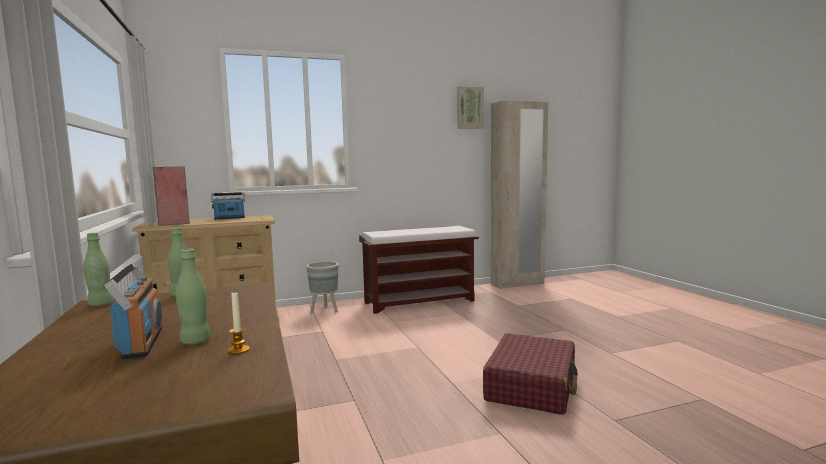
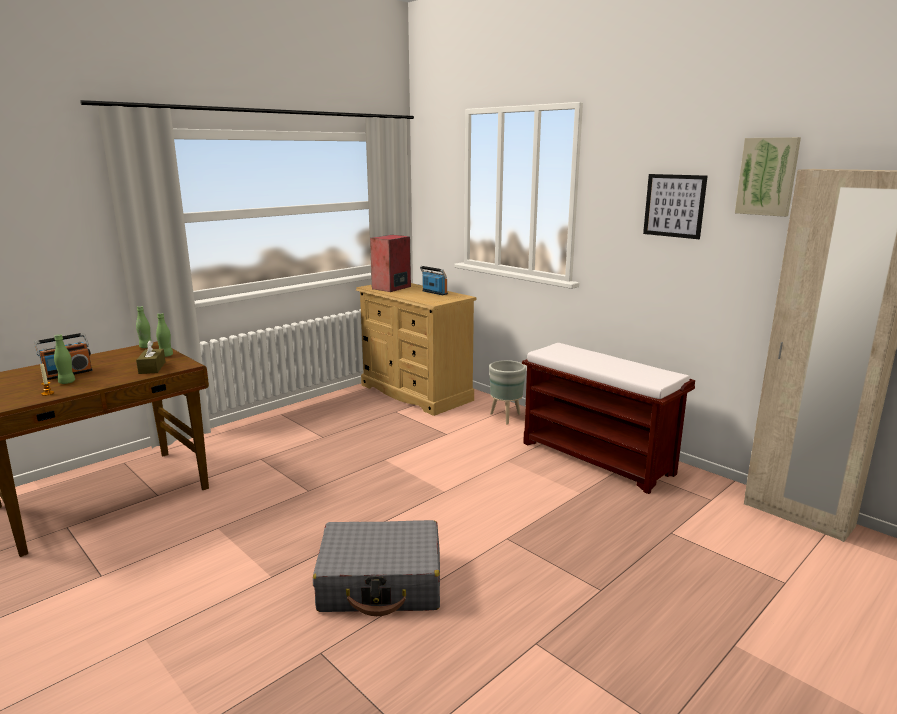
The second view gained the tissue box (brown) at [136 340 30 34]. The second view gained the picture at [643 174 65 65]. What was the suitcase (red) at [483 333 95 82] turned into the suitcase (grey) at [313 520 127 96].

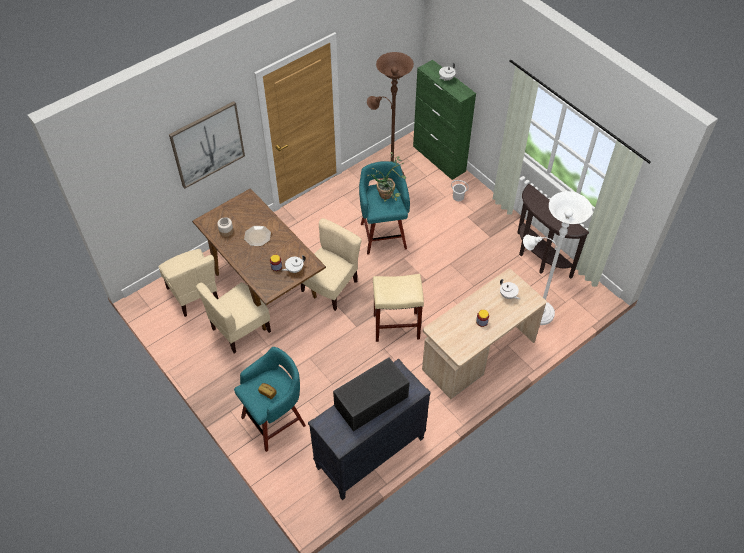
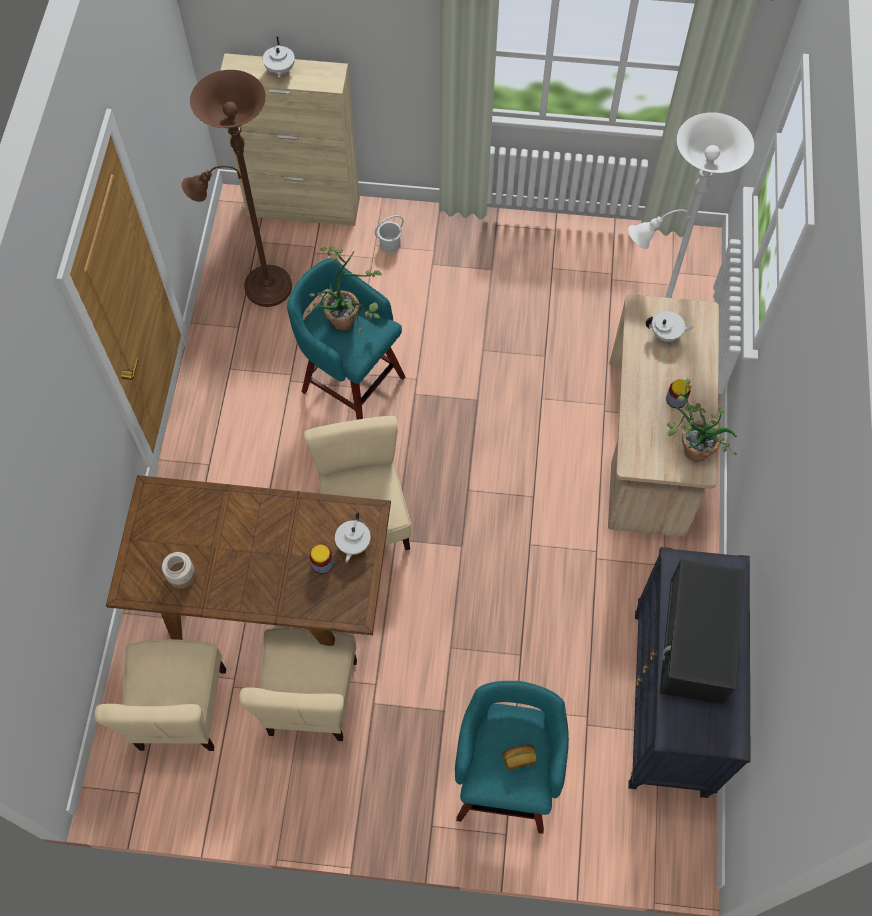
The second view lost the picture at [169 101 76 88]. The second view lost the plate at [244 226 27 20]. The second view lost the stool (beige) at [373 274 51 68]. The second view lost the console table (brown) at [517 184 72 95]. The second view gained the potted plant at [667 379 70 83]. What was the cabinet (green) at [413 60 63 120] turned into the cabinet (beige) at [220 53 140 173]. The chair (beige) at [158 249 61 68] ended up facing another way, 75 degrees clockwise from before.

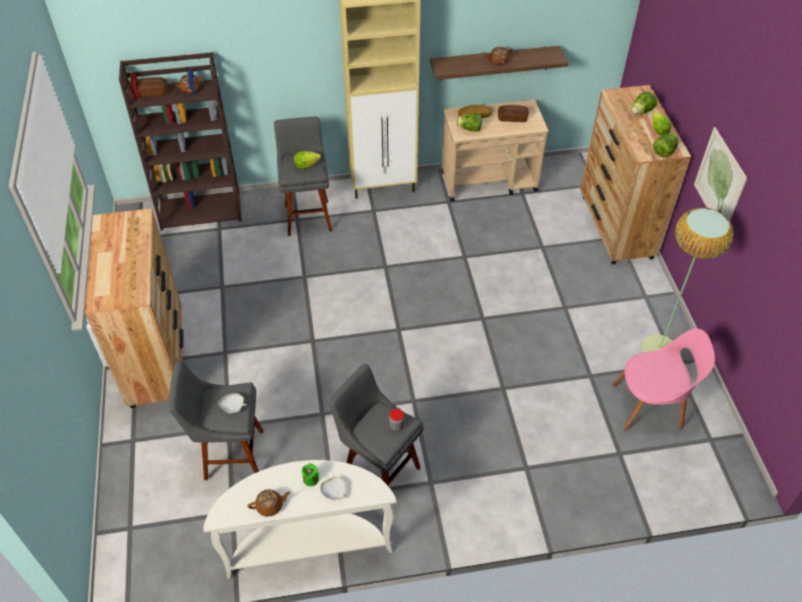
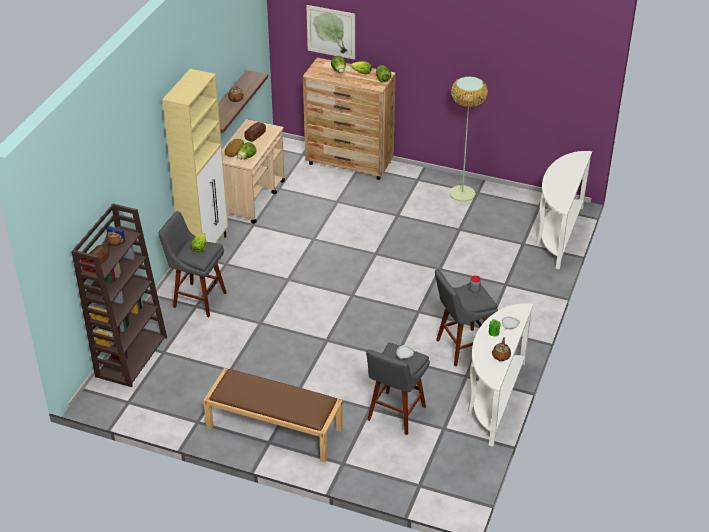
The second view lost the chair (pink) at [612 328 103 103]. The second view gained the console table (white) at [536 151 56 118]. The picture ended up elsewhere, having gone from [694 127 53 94] to [306 5 49 55]. Where the dresser (brown) stood at [85 208 99 200], the bench (brown) came to stand at [203 368 140 94].

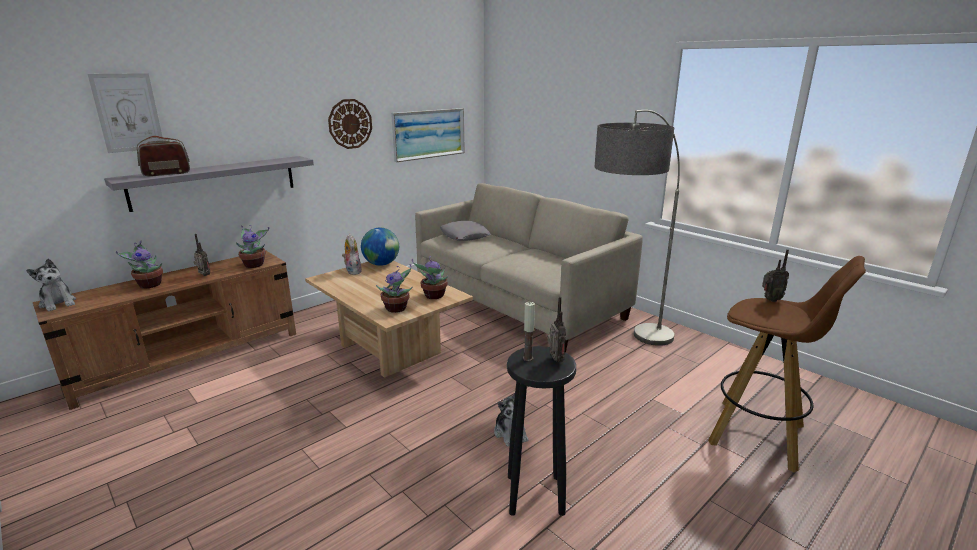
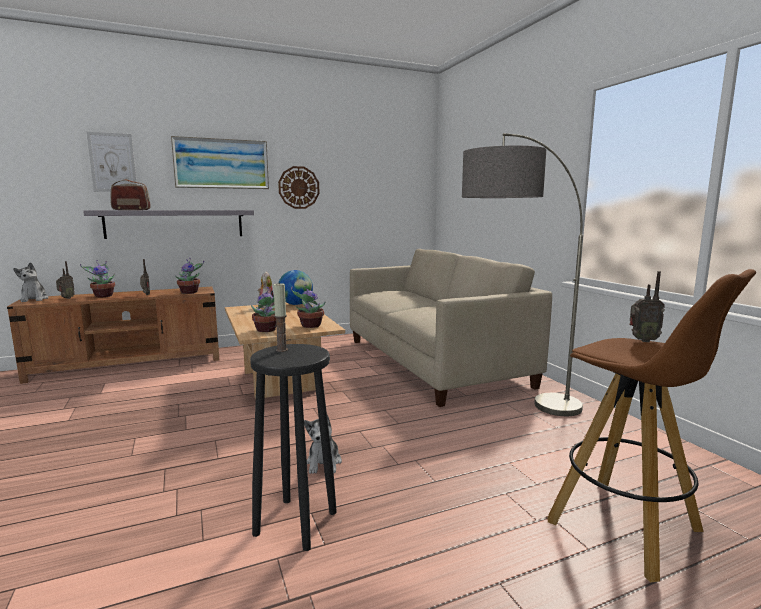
The second view lost the pillow (grey) at [440 221 51 20]. The picture ended up elsewhere, having gone from [391 108 74 54] to [171 136 98 53]. The radio ended up elsewhere, having gone from [547 297 19 65] to [56 261 19 38].

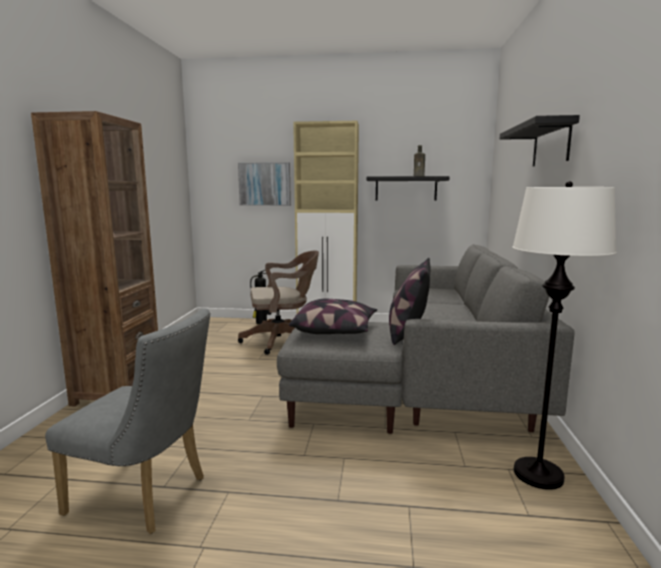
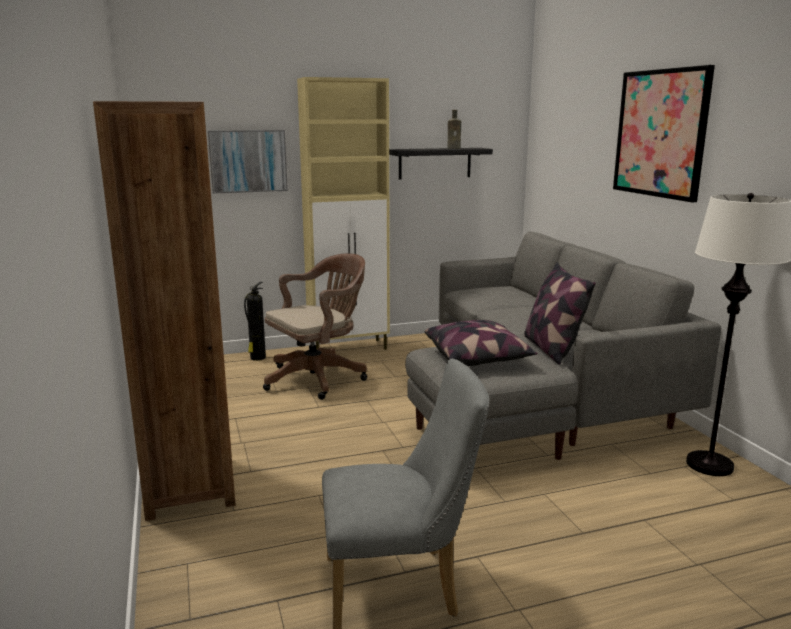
Where the shelf (black) hung at [500 115 80 51], the picture came to hang at [613 65 102 137].

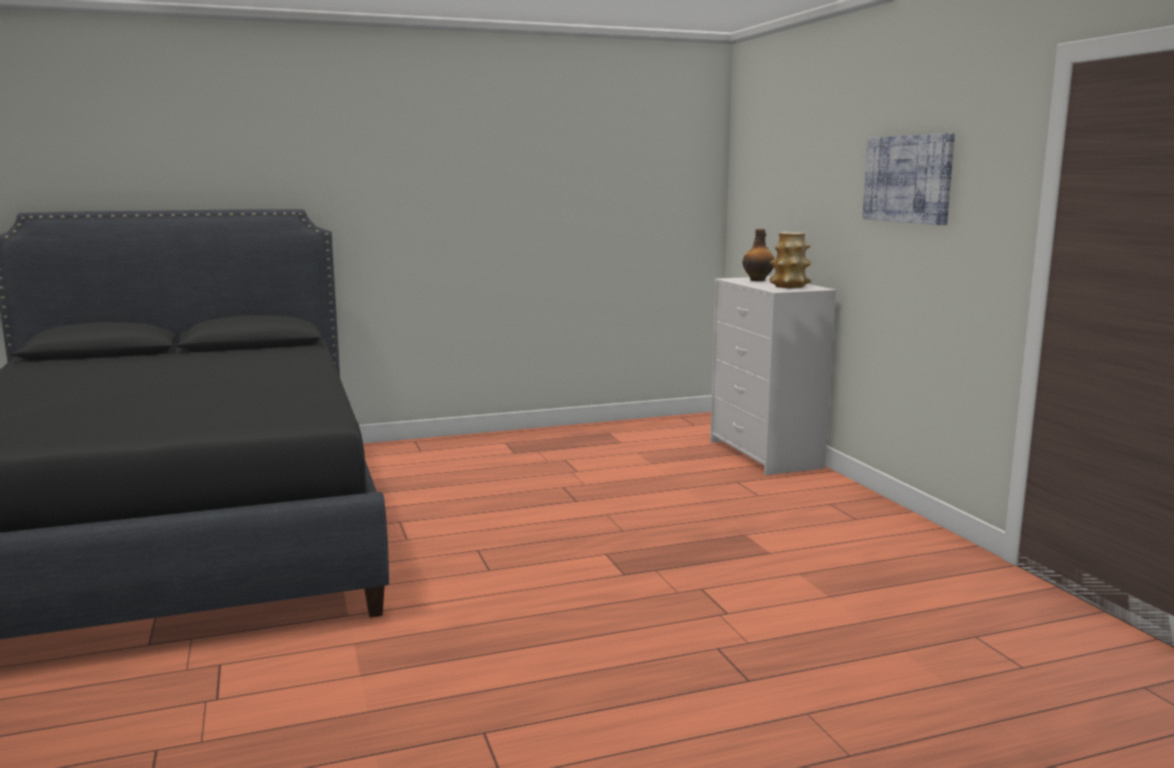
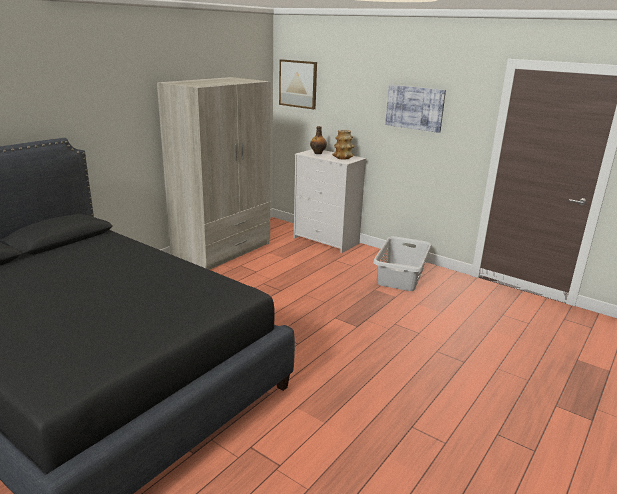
The second view gained the wardrobe (beige) at [157 77 113 193]. The second view gained the picture at [279 59 38 51]. The second view gained the laundry basket (grey) at [373 236 58 55].

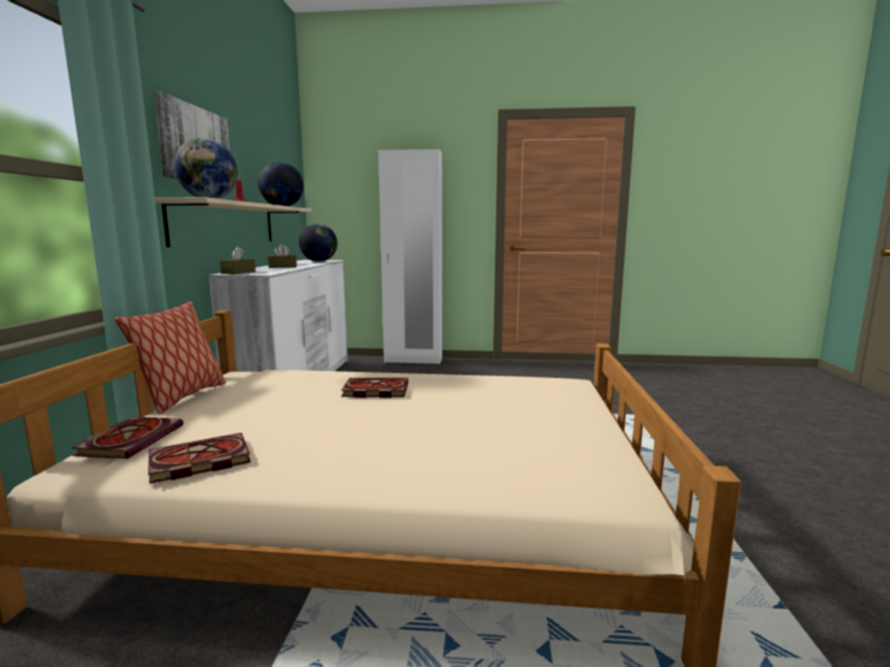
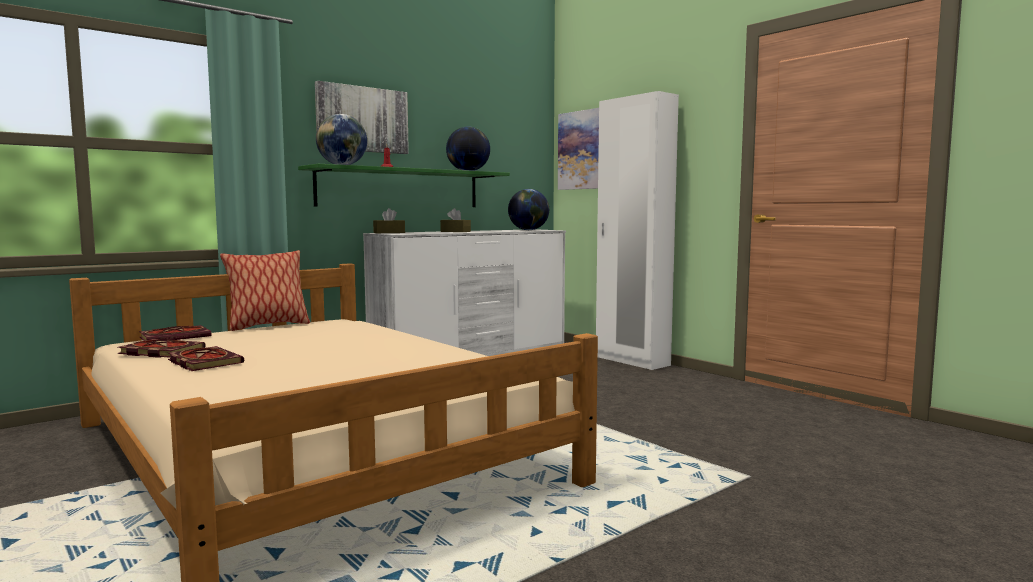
The second view gained the picture at [558 108 41 82]. The book ended up elsewhere, having gone from [341 378 67 20] to [168 346 76 25]. What was the shelf (beige) at [155 197 157 50] turned into the shelf (green) at [298 164 212 43].

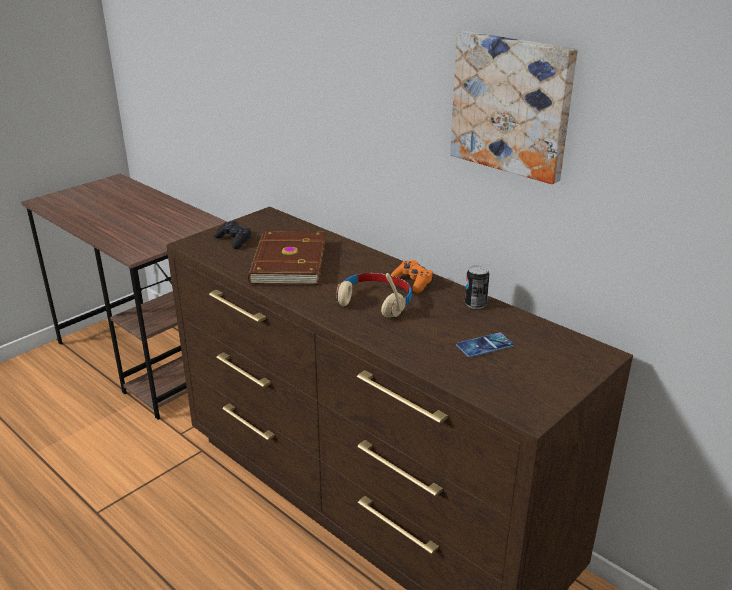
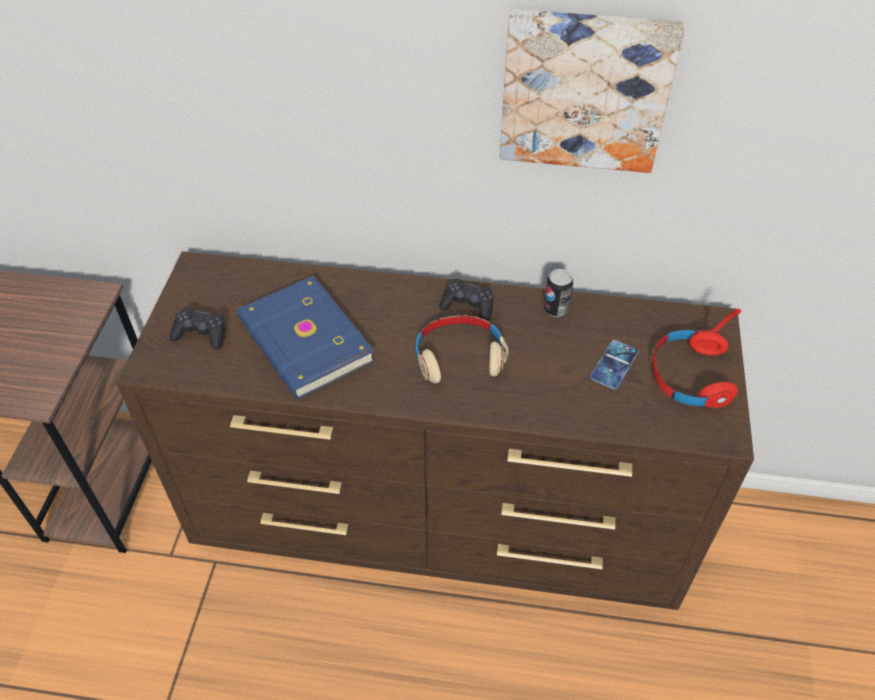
The second view gained the headphones (red) at [652 309 89 99]. What was the book (brown) at [248 231 77 54] turned into the book (blue) at [237 276 138 123]. What was the game controller (orange) at [391 260 43 33] turned into the game controller (black) at [439 279 55 42].

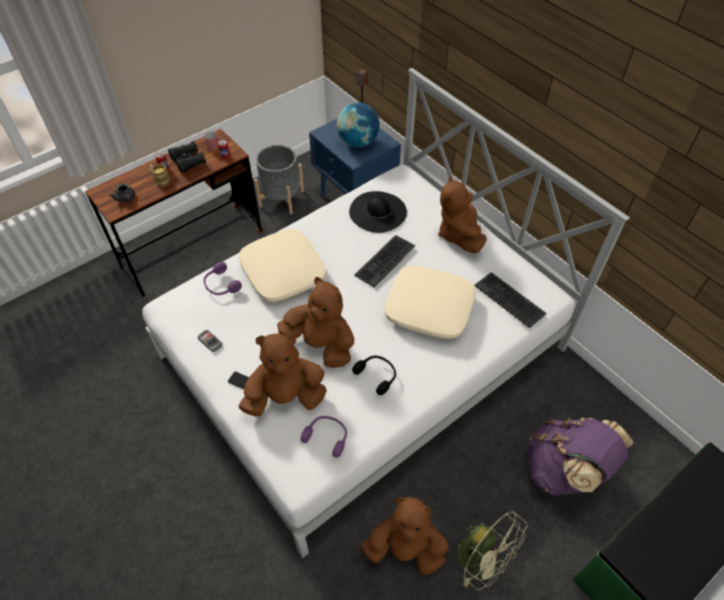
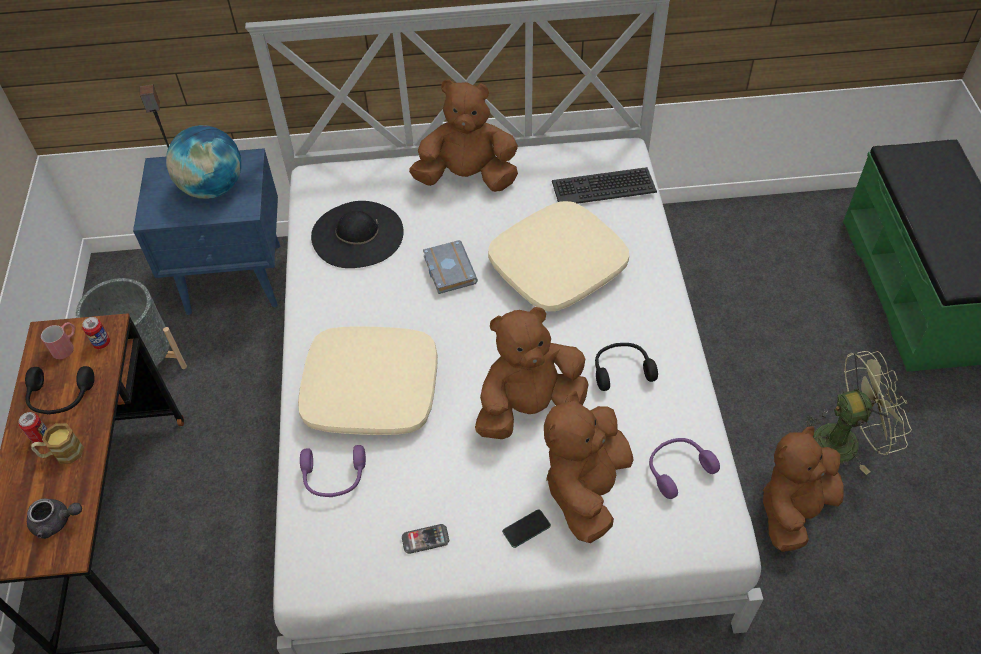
The second view lost the backpack (purple) at [527 418 107 77]. Where the binoculars (black) stood at [168 141 38 32], the headphones (black) came to stand at [25 366 70 49]. Where the keyboard stood at [354 235 61 52], the book (grey) came to stand at [423 240 55 54]. The plush toy (brown) at [438 176 49 78] ended up facing another way, 150 degrees clockwise from before.

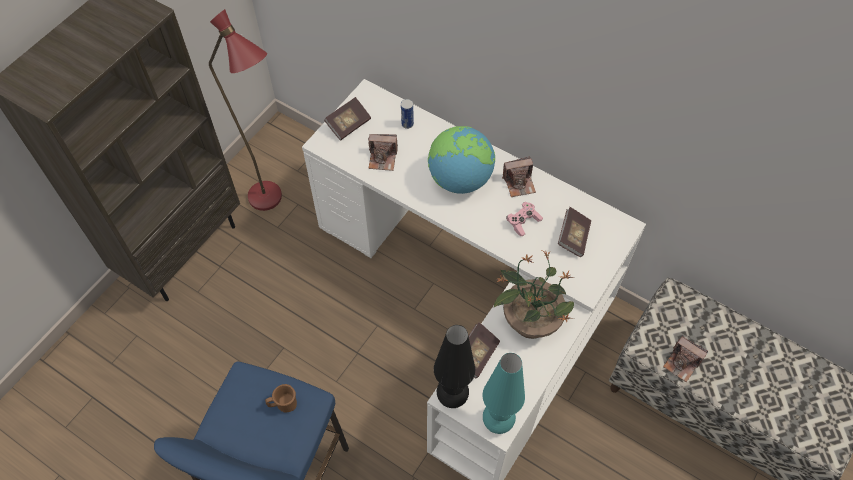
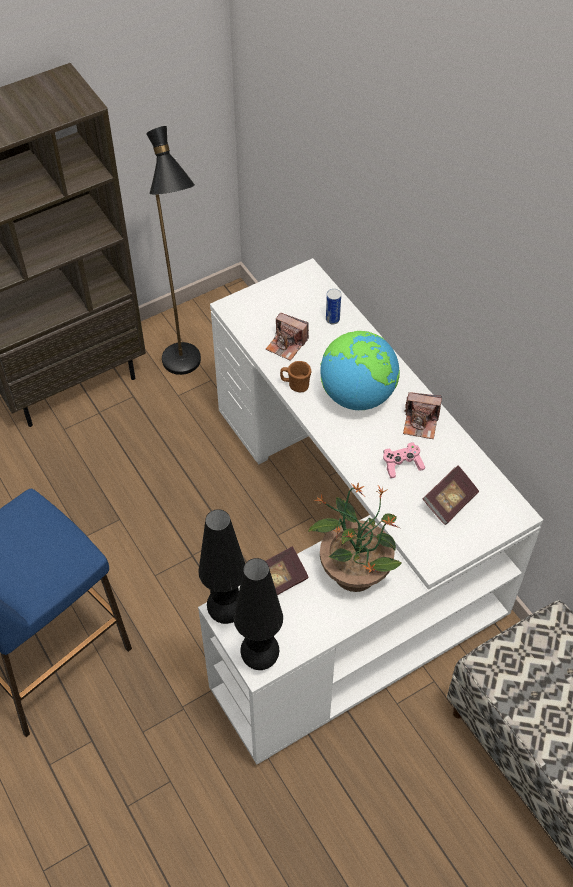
The second view lost the book at [324 97 47 44]. The second view lost the photo camera at [663 337 45 45]. The mug (brown) ended up elsewhere, having gone from [265 384 32 28] to [280 361 31 31]. What was the floor lamp (red) at [209 9 73 202] turned into the floor lamp (black) at [146 126 55 249]. What was the table lamp (turquoise) at [483 353 42 81] turned into the table lamp (black) at [234 558 49 112].

